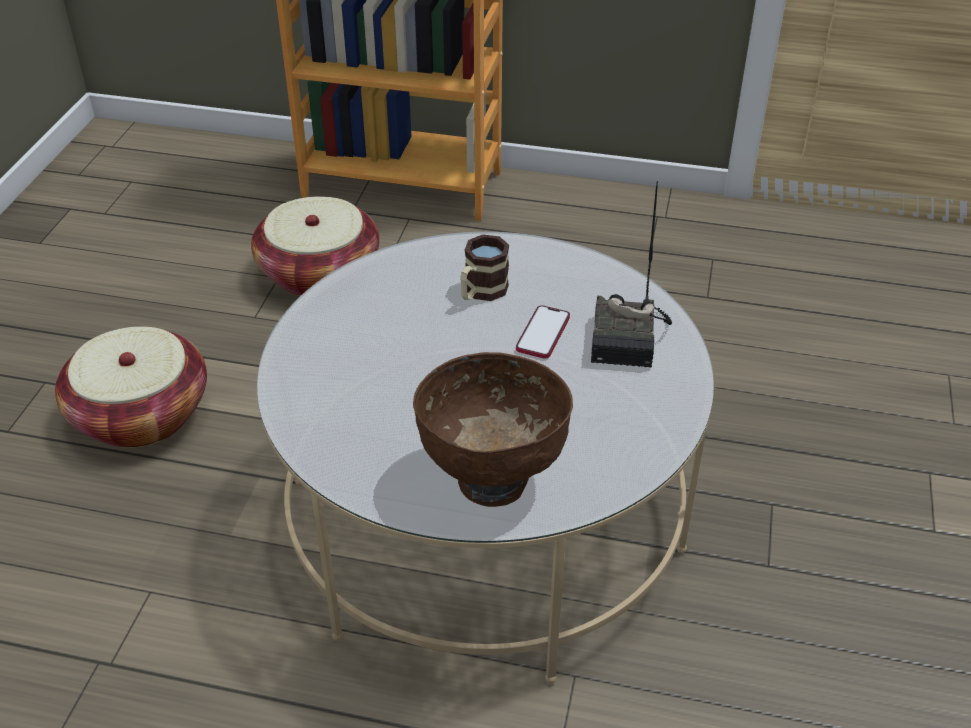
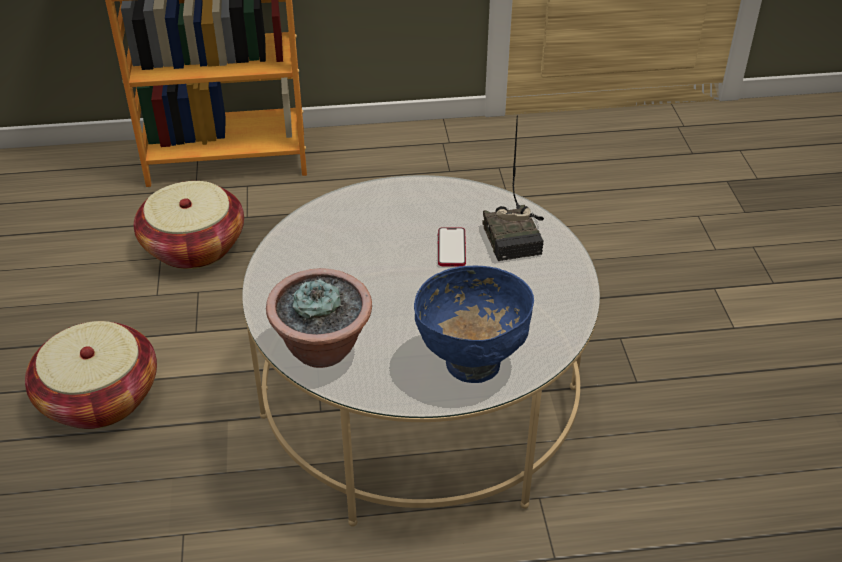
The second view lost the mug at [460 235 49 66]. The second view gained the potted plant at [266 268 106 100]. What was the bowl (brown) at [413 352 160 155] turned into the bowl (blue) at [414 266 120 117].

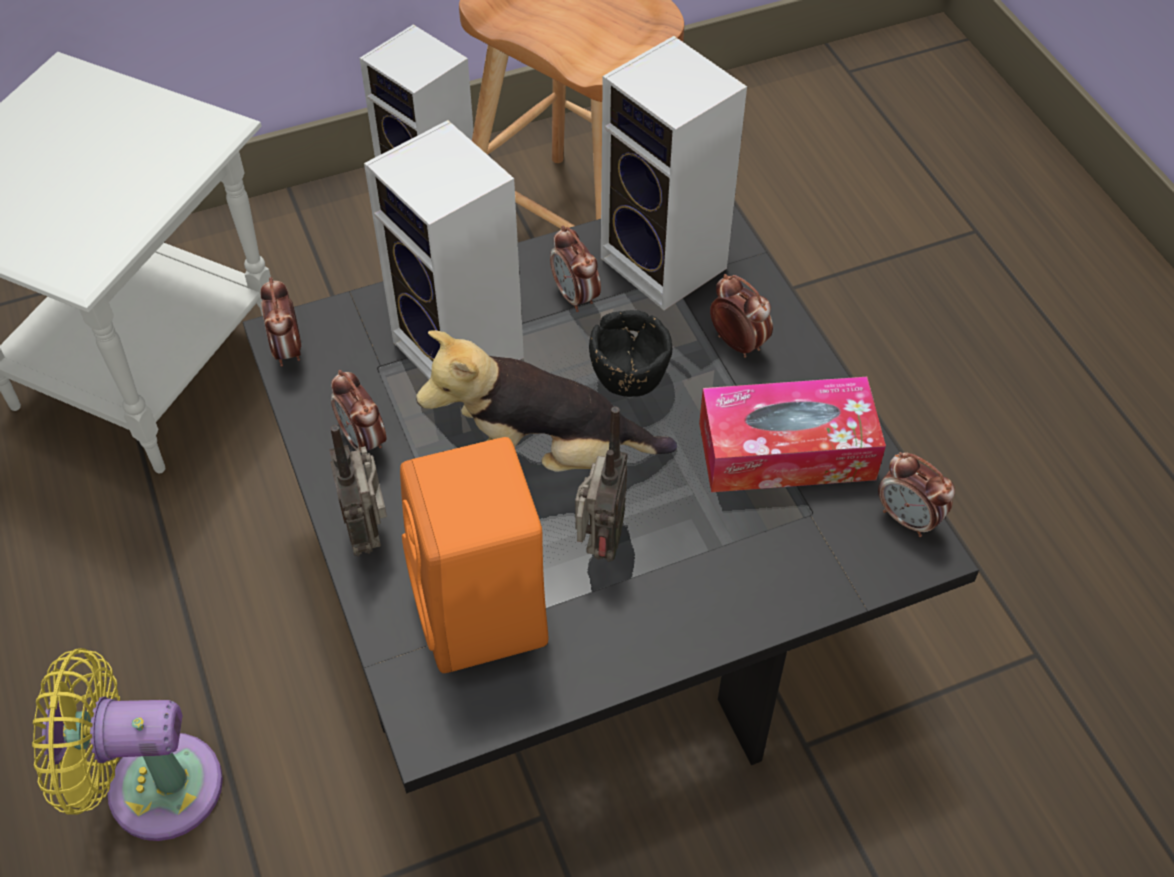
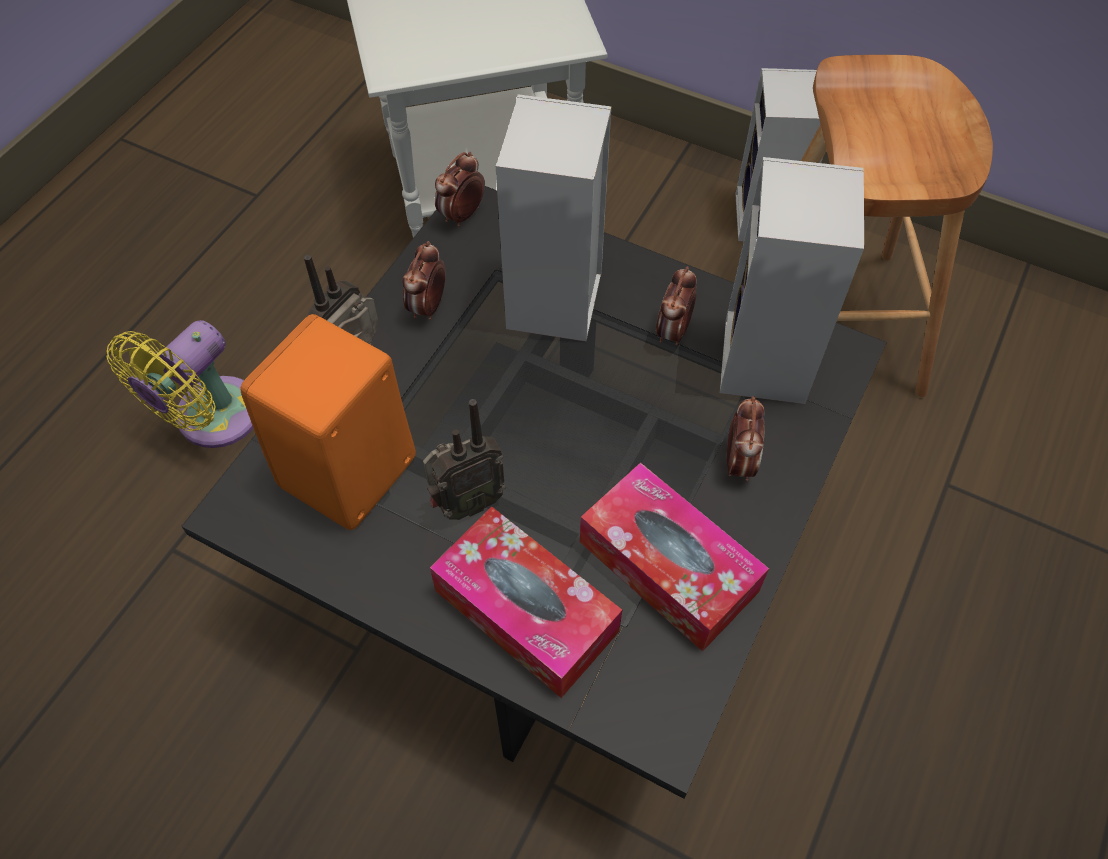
The second view lost the plush toy at [416 330 261 142]. The second view lost the bowl (black) at [589 310 83 87]. The second view lost the alarm clock at [878 452 77 85]. The second view gained the tissue box at [430 506 192 192]. The fan (yellow) at [32 648 191 193] ended up facing another way, 105 degrees counterclockwise from before.

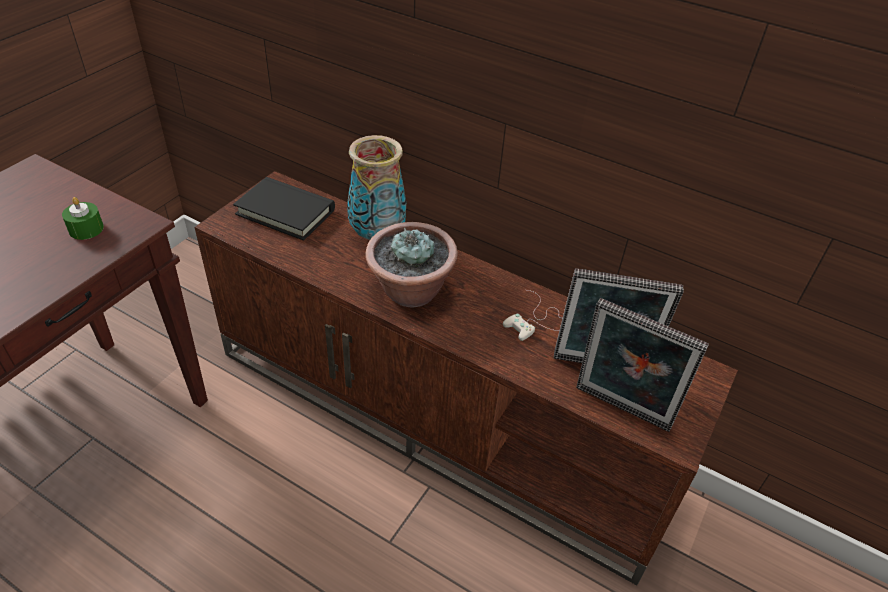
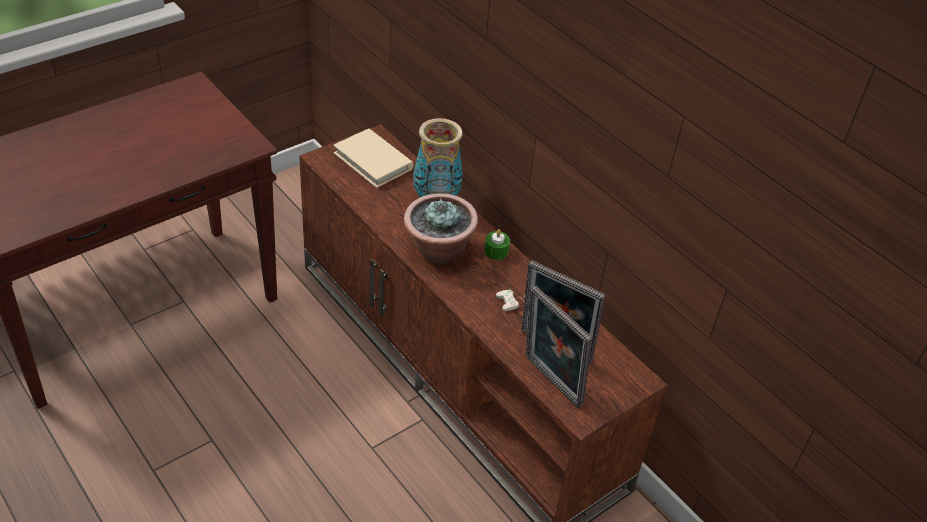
The candle (green) ended up elsewhere, having gone from [62 197 42 43] to [484 229 26 31]. What was the book (black) at [233 177 102 63] turned into the book (beige) at [333 129 80 59].

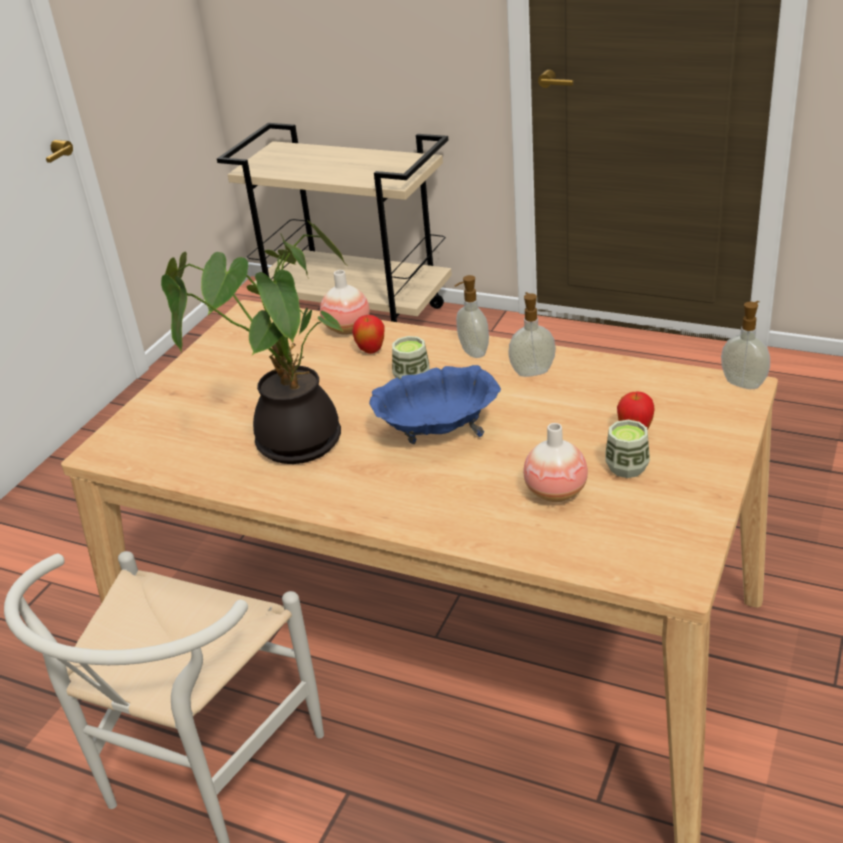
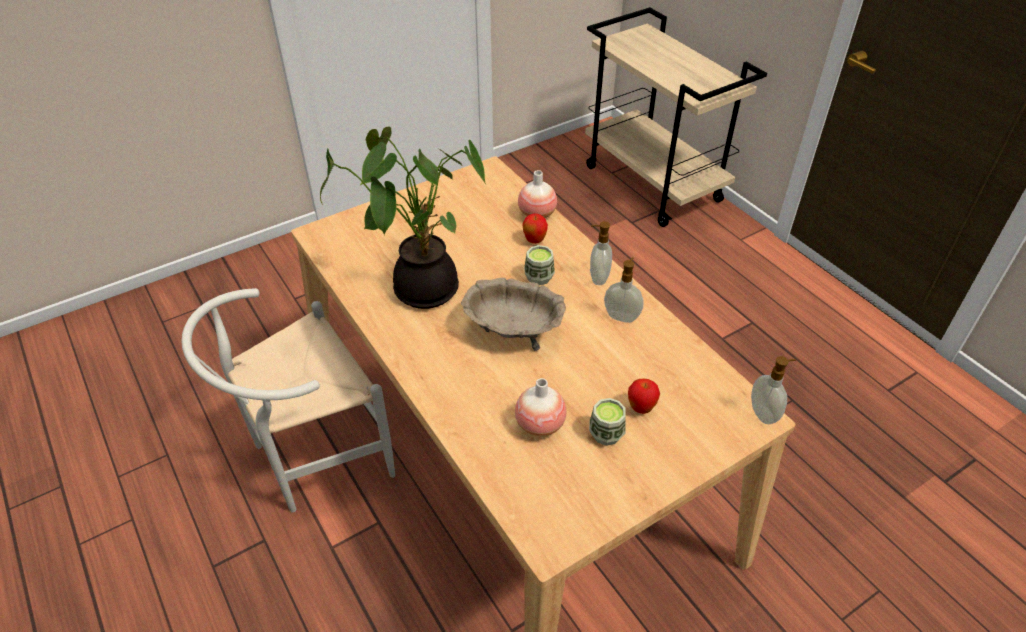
What was the bowl (blue) at [369 365 132 79] turned into the bowl (beige) at [461 278 105 73].

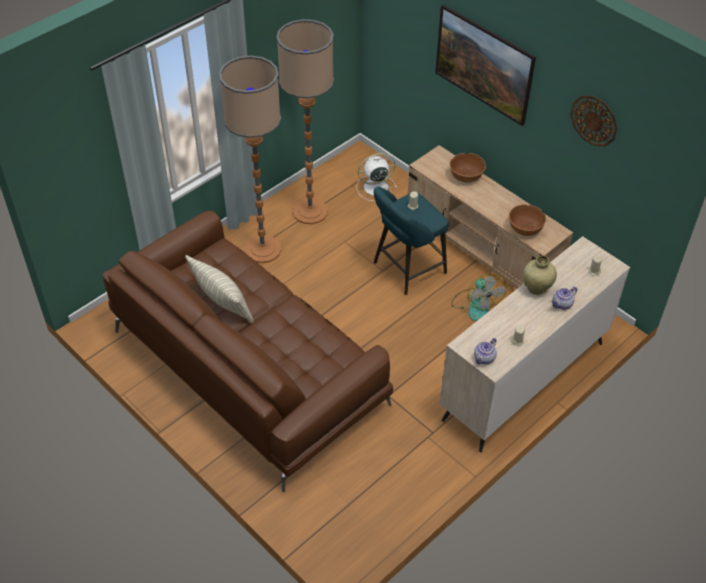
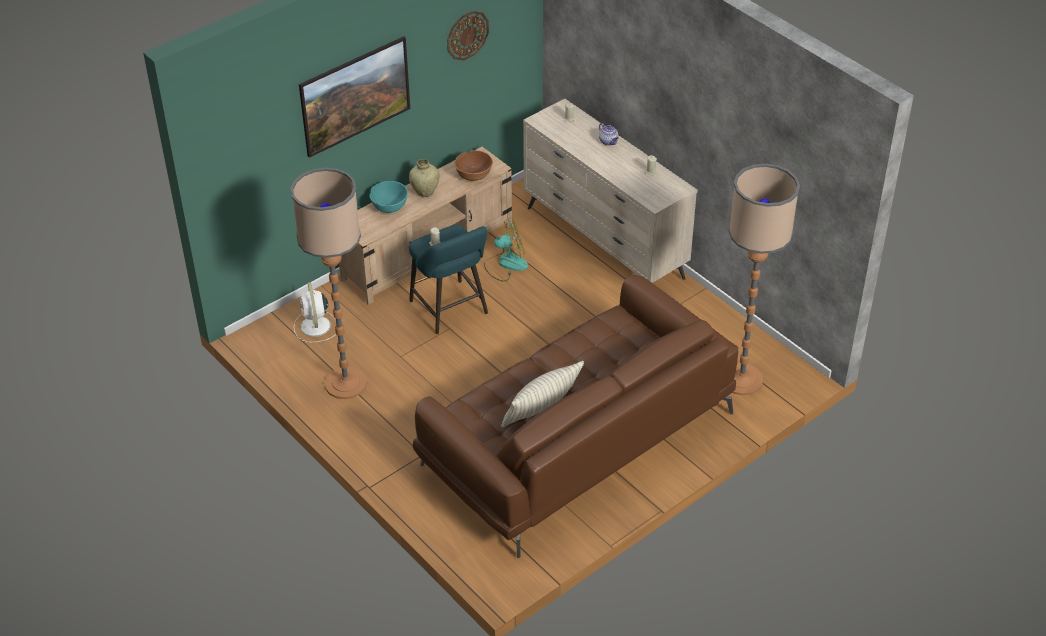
The second view lost the teapot at [474 338 23 26]. The floor lamp ended up elsewhere, having gone from [219 56 62 207] to [729 164 71 231]. The vase (beige) ended up elsewhere, having gone from [523 256 34 39] to [409 159 31 38]. What was the bowl (brown) at [449 153 37 29] turned into the bowl (turquoise) at [369 181 39 32].

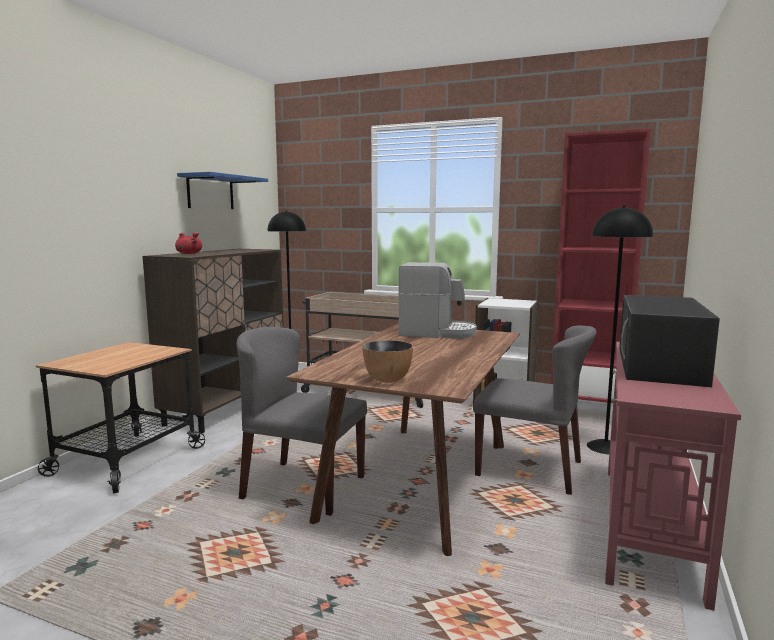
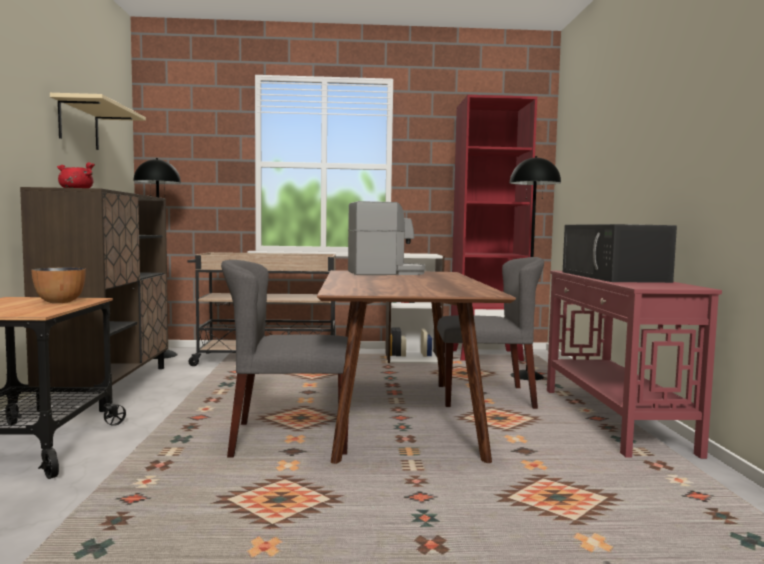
The bowl ended up elsewhere, having gone from [362 340 51 43] to [32 268 54 35]. What was the shelf (blue) at [177 172 91 37] turned into the shelf (beige) at [50 93 96 57].

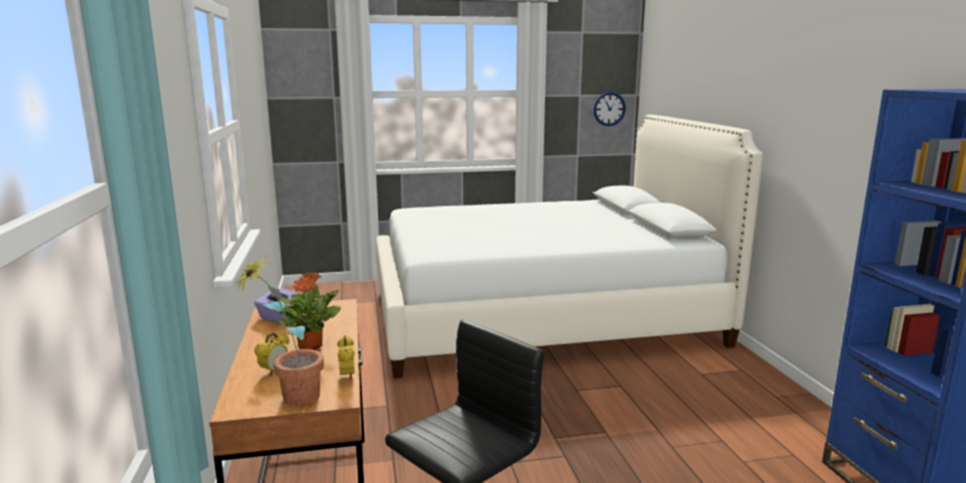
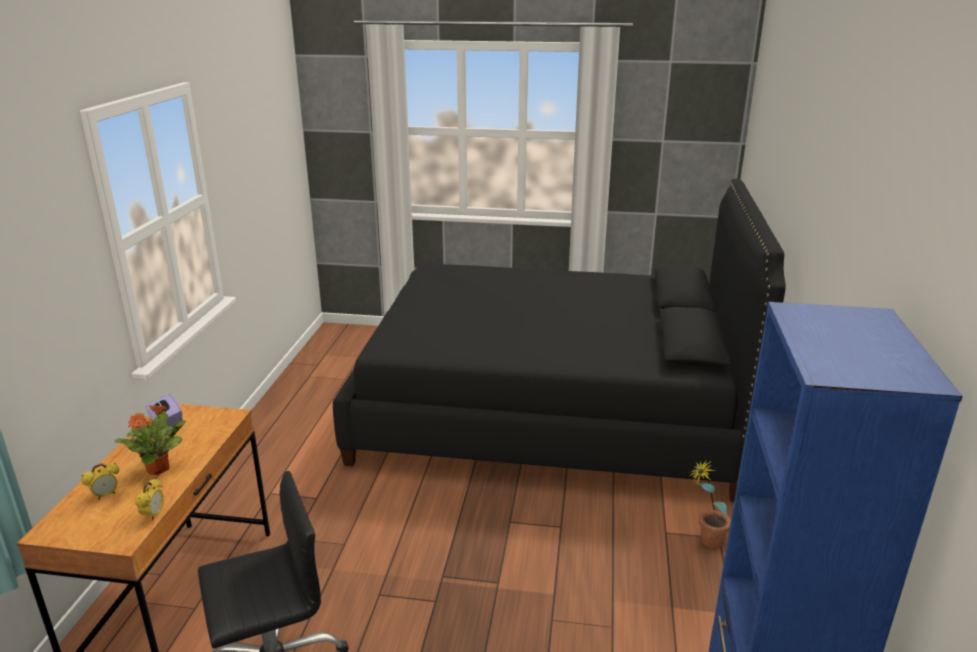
The second view lost the wall clock at [593 92 33 34]. The potted plant ended up elsewhere, having gone from [234 257 90 149] to [690 460 41 88]. What was the bed (white) at [376 115 387 263] turned into the bed (black) at [333 179 453 323].

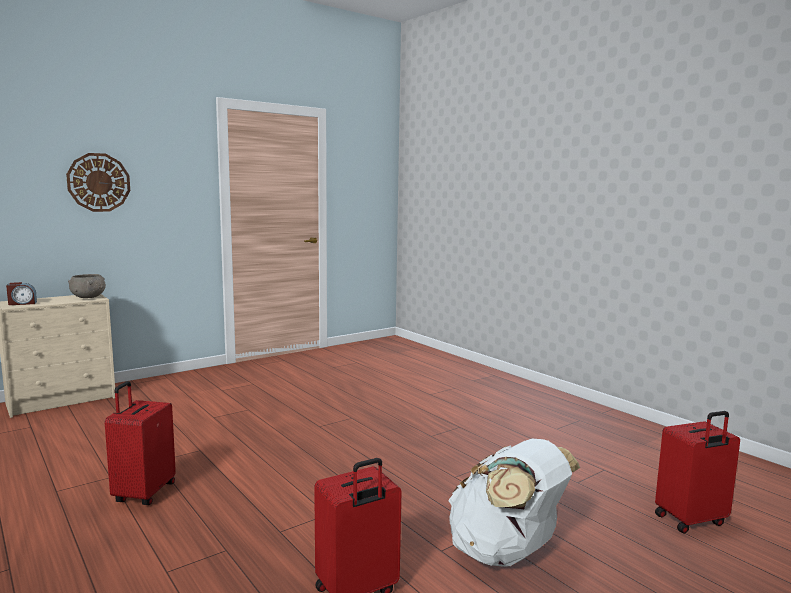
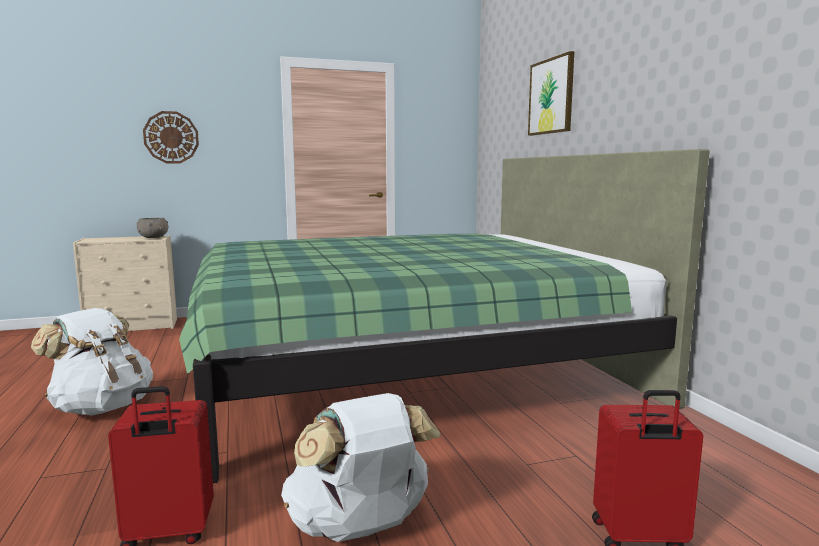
The second view lost the alarm clock at [6 282 31 23]. The second view gained the bed (green) at [179 149 531 334]. The second view gained the picture at [528 51 46 85]. Where the suitcase (red) stood at [105 381 71 124], the backpack (white) came to stand at [31 308 122 107].

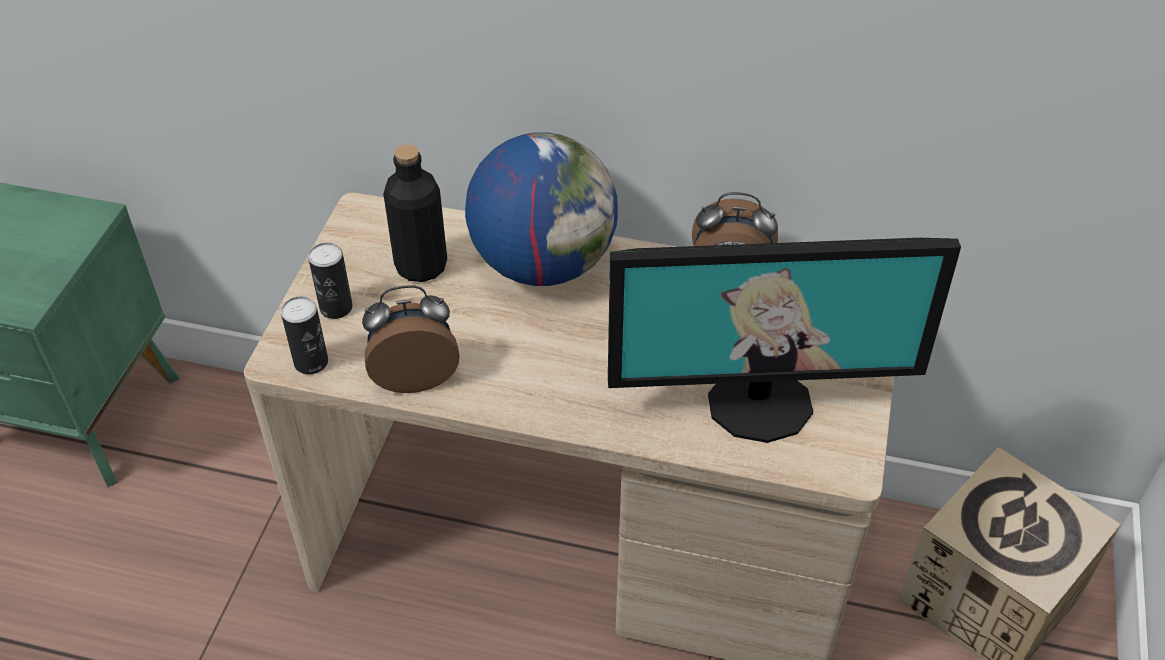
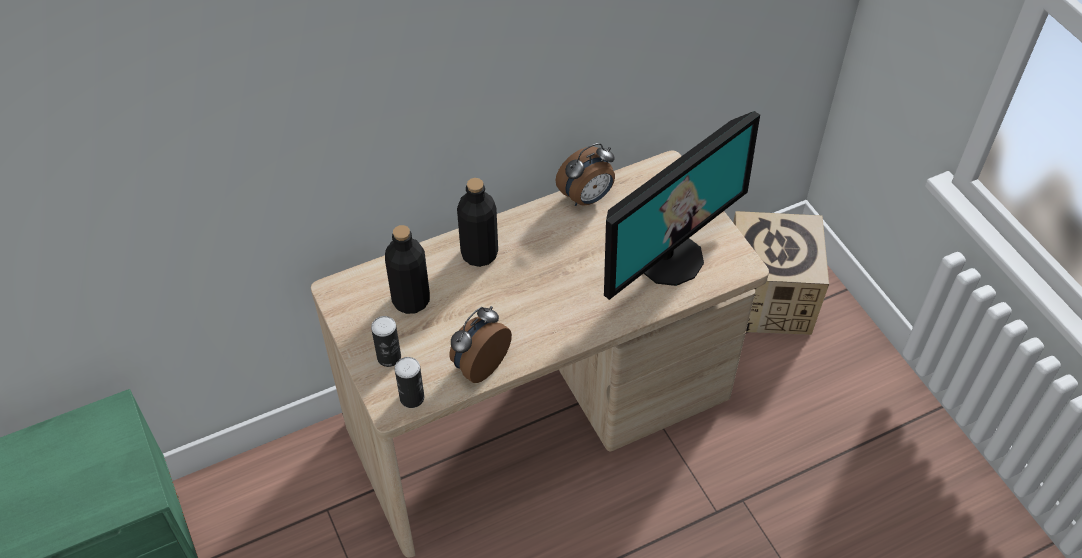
Where the globe stood at [465 132 153 154], the bottle (black) came to stand at [457 178 41 89].

